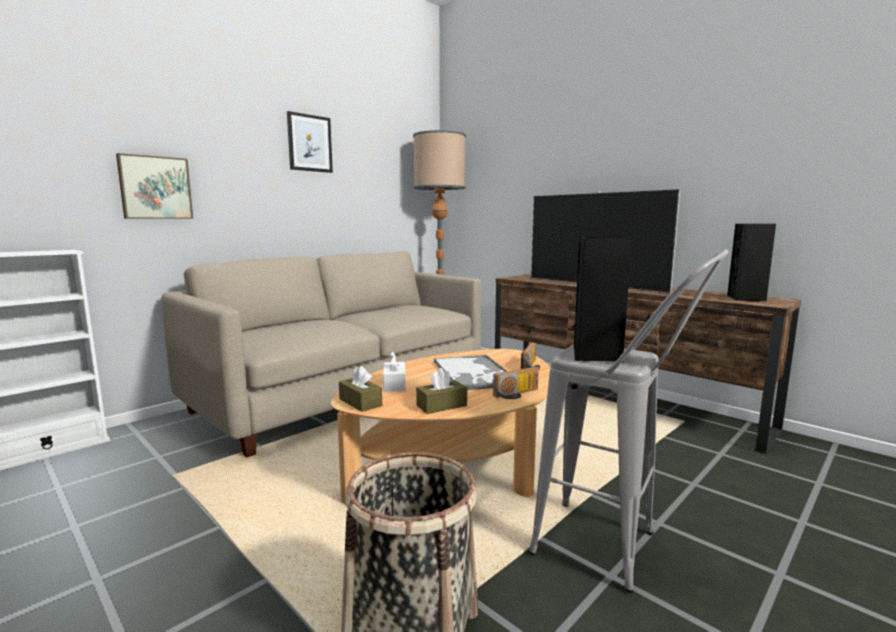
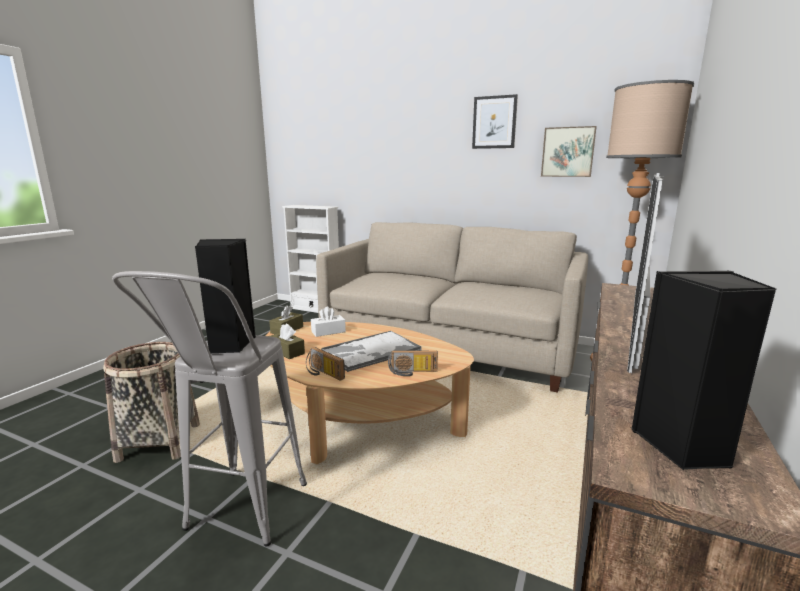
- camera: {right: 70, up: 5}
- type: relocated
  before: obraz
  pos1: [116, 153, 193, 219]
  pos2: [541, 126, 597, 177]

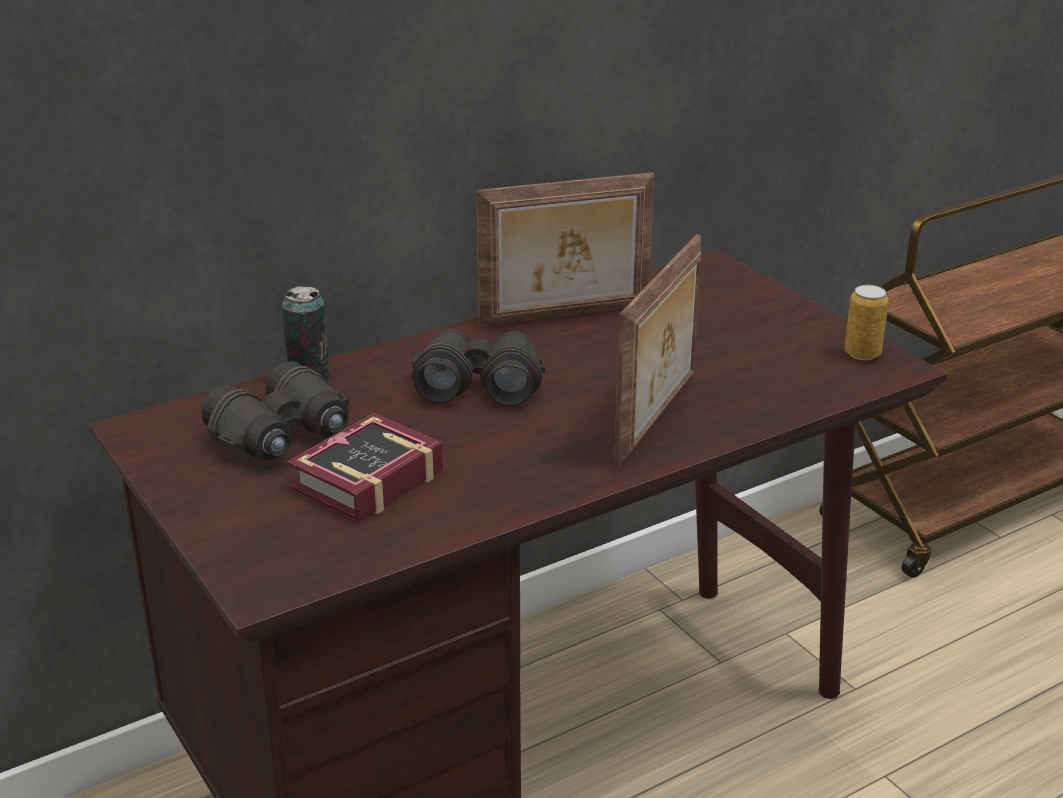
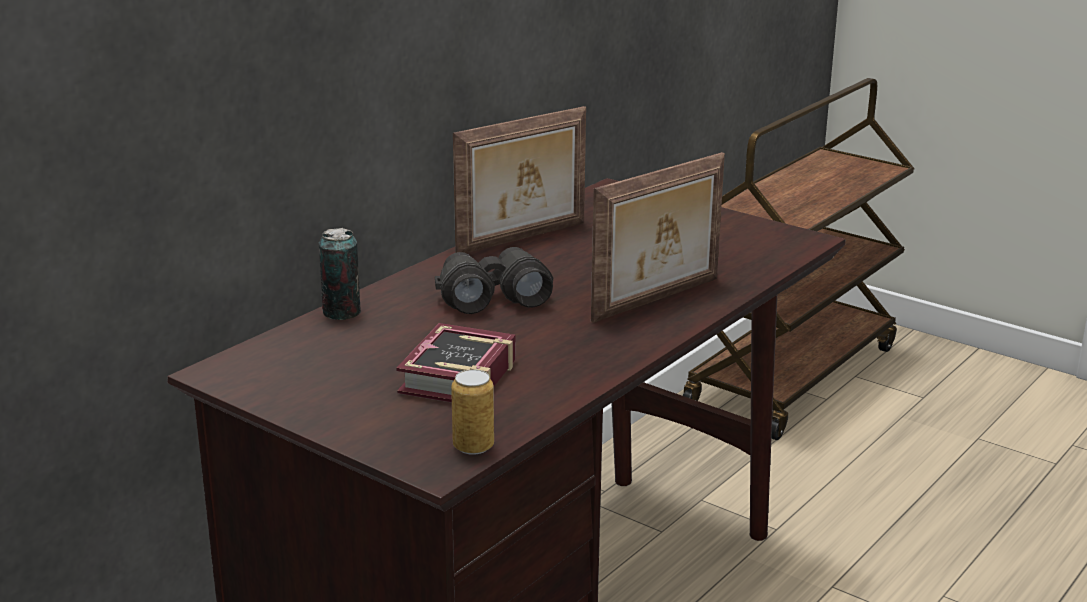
- camera: {right: -20, up: -5}
- type: missing
  before: lornetka/czarny
  pos1: [202, 361, 349, 460]
- type: relocated
  before: puszka
  pos1: [844, 285, 889, 360]
  pos2: [451, 369, 494, 455]
- type: spun
  before: ramka na zdjęcie
  pos1: [614, 234, 701, 469]
  pos2: [591, 152, 725, 323]
  turn: 45

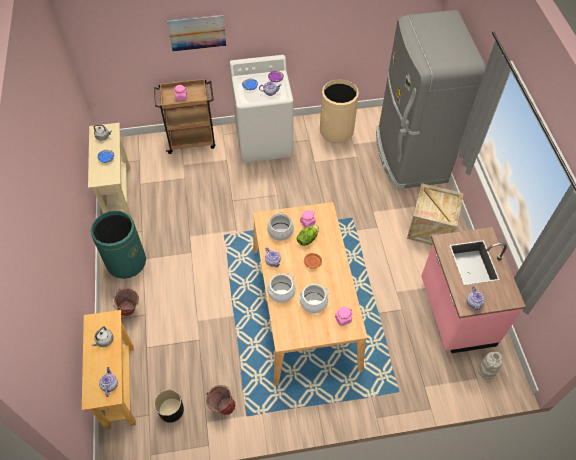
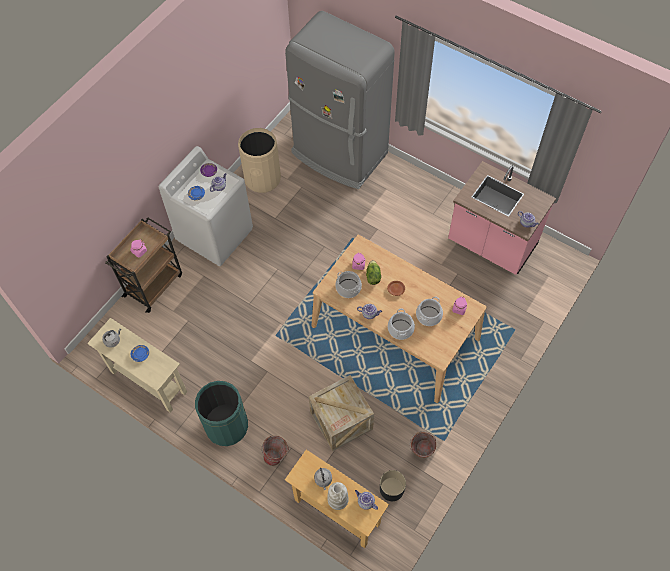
- camera: {right: -45, up: 5}
- type: missing
  before: obraz
  pos1: [167, 15, 226, 51]
- type: relocated
  before: skrzynka
  pos1: [407, 183, 464, 245]
  pos2: [309, 375, 374, 451]
- type: relocated
  before: wazon/biały
  pos1: [477, 352, 503, 379]
  pos2: [328, 482, 349, 510]

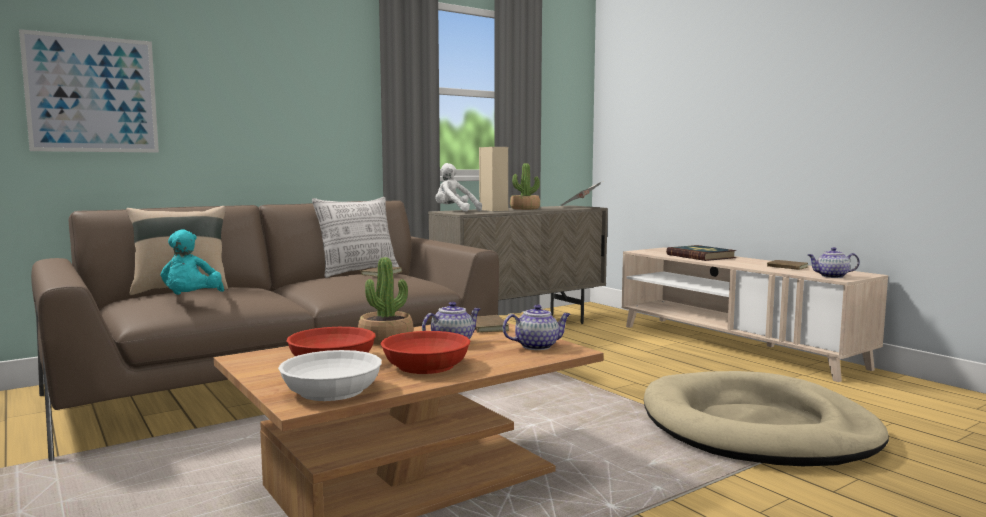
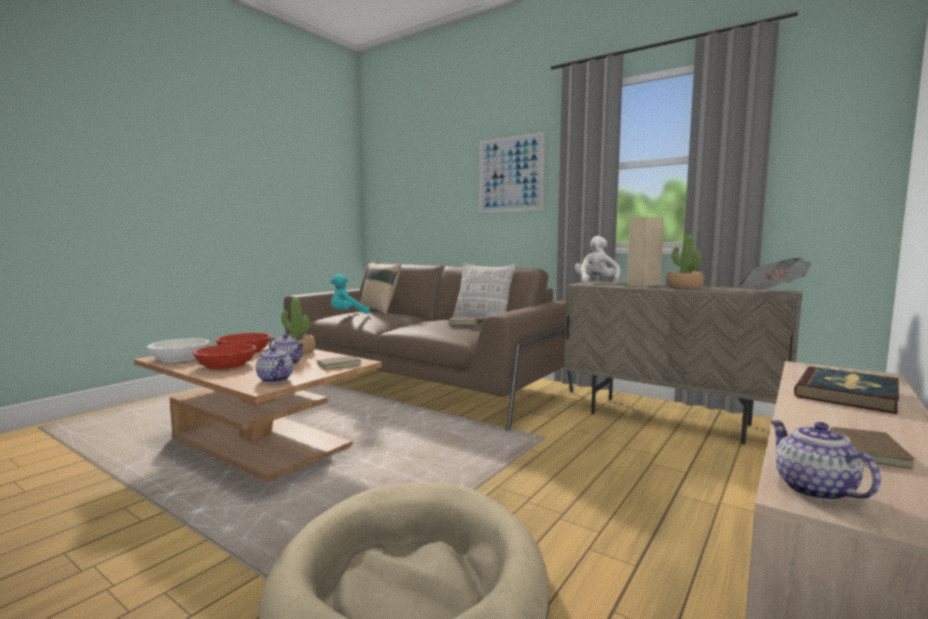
- camera: {right: 70, up: 0}
- type: relocated
  before: obraz
  pos1: [19, 29, 159, 153]
  pos2: [480, 132, 545, 213]

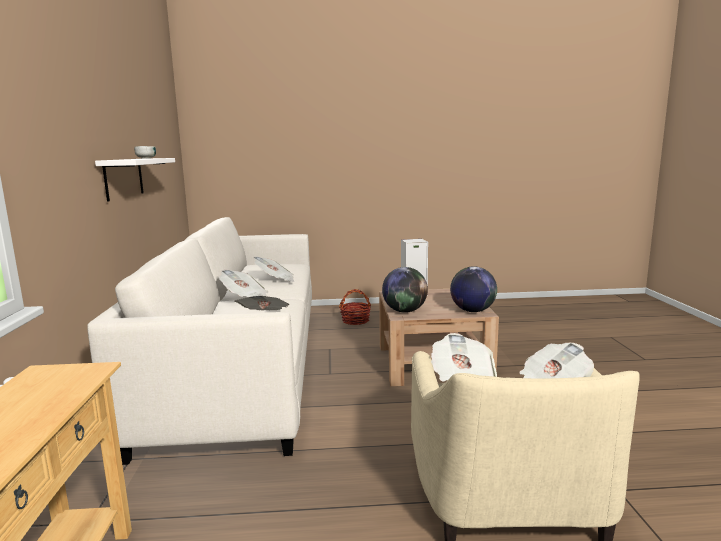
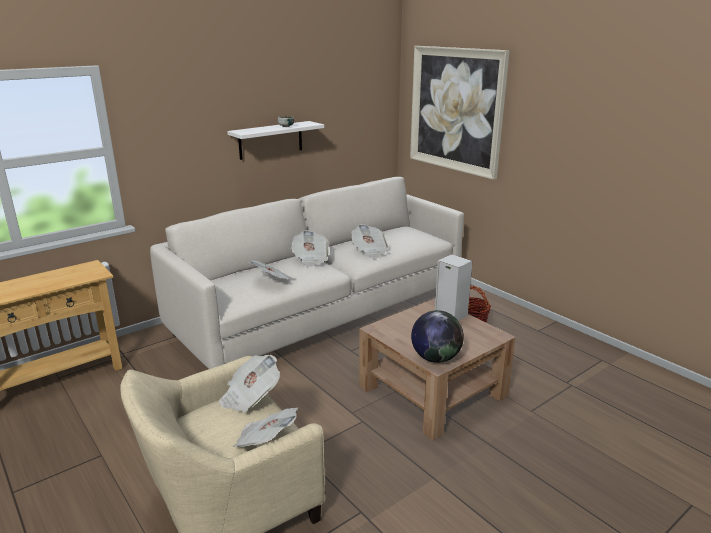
- camera: {right: 55, up: 10}
- type: missing
  before: globus
  pos1: [382, 267, 428, 313]
- type: appeared
  after: obraz
  pos2: [410, 46, 510, 180]

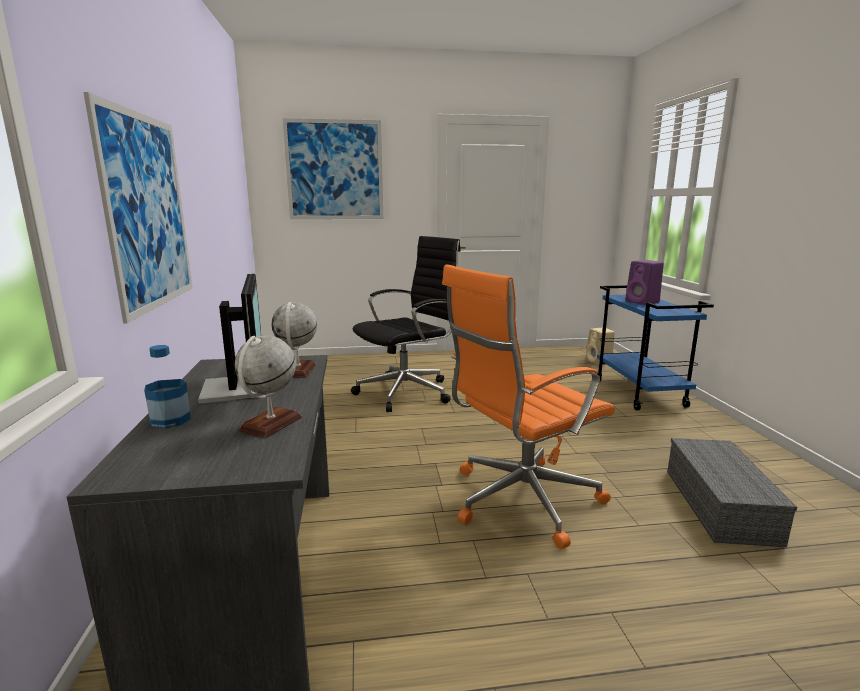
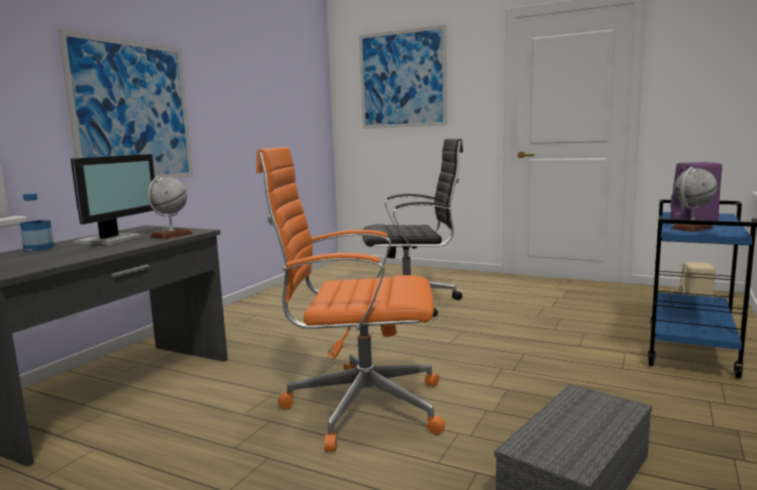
- camera: {right: 35, up: -5}
- type: relocated
  before: globus
  pos1: [235, 335, 302, 438]
  pos2: [671, 167, 717, 232]

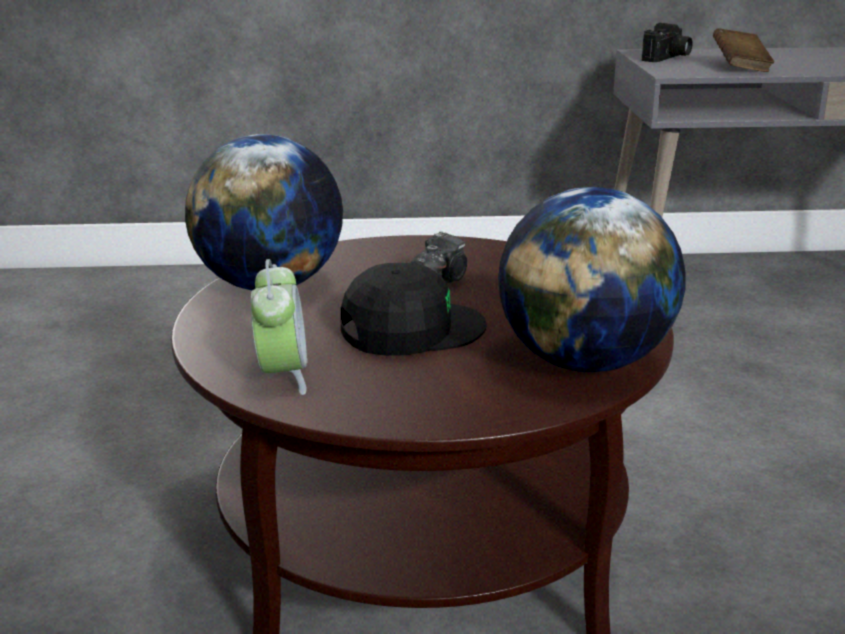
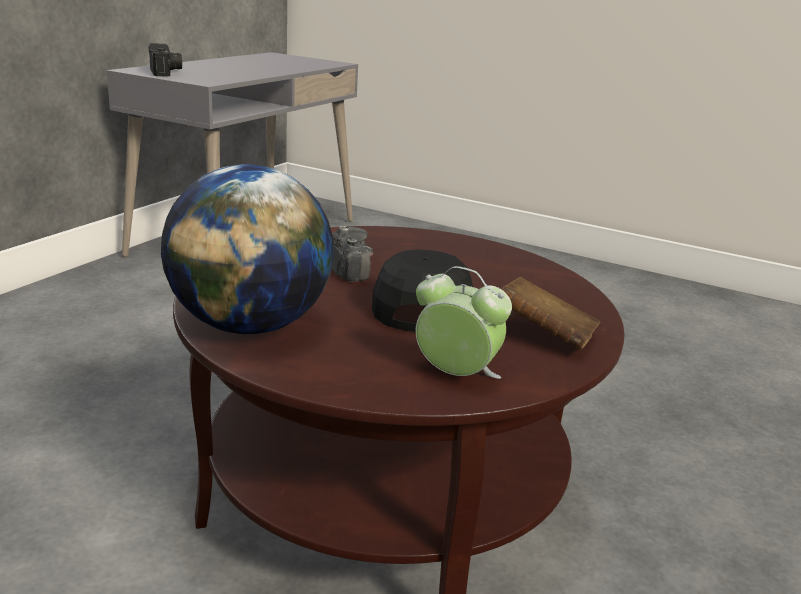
- camera: {right: -60, up: 0}
- type: missing
  before: globus
  pos1: [498, 187, 685, 372]
- type: relocated
  before: książka/brązowy
  pos1: [713, 28, 774, 72]
  pos2: [501, 277, 600, 350]

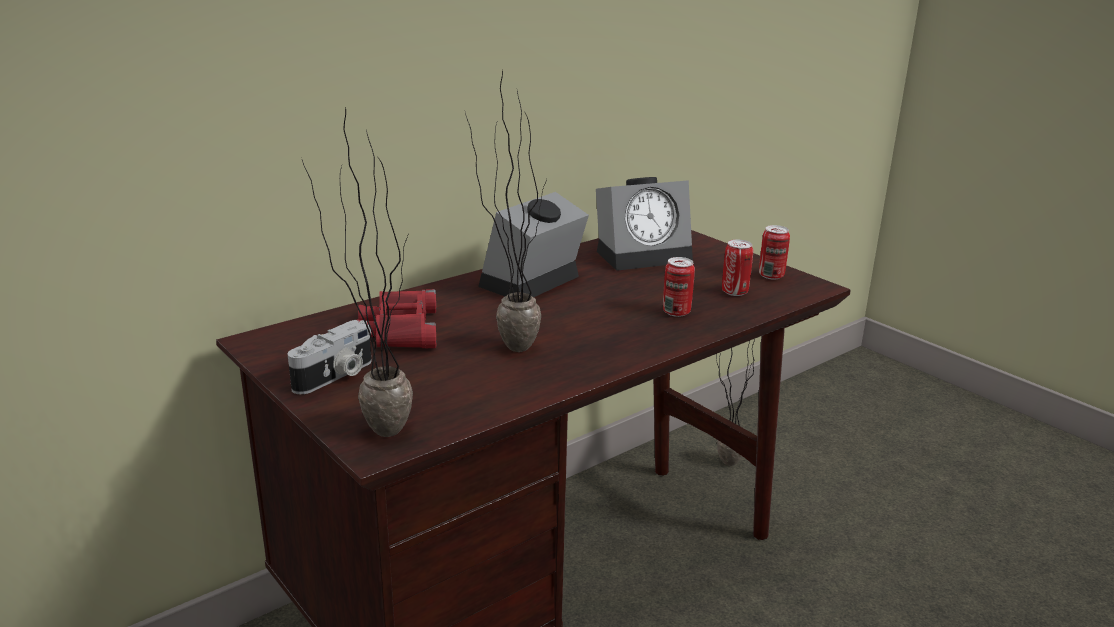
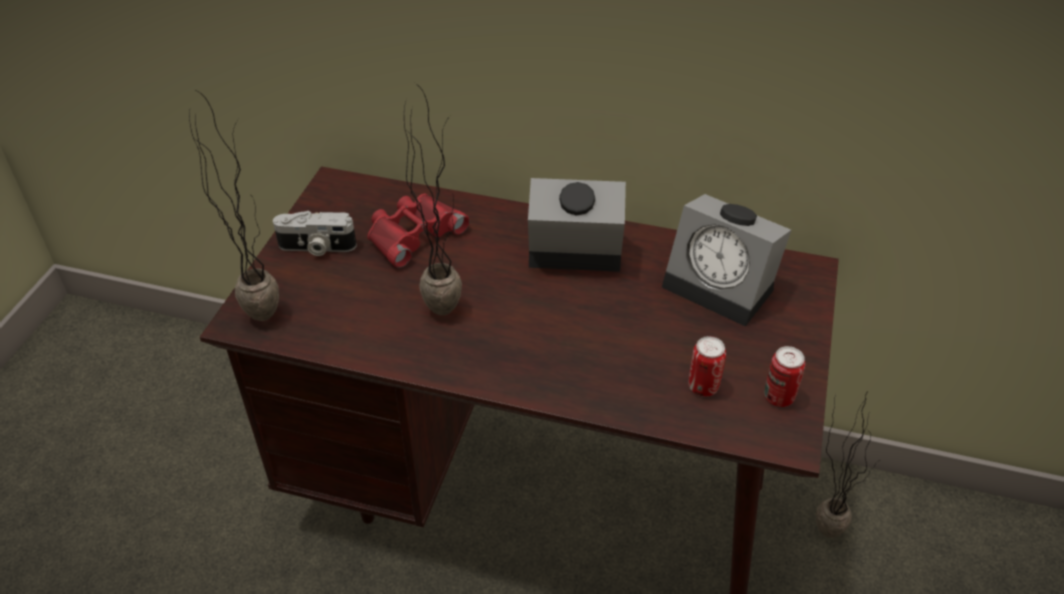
- camera: {right: 55, up: 20}
- type: missing
  before: puszka
  pos1: [663, 257, 695, 317]

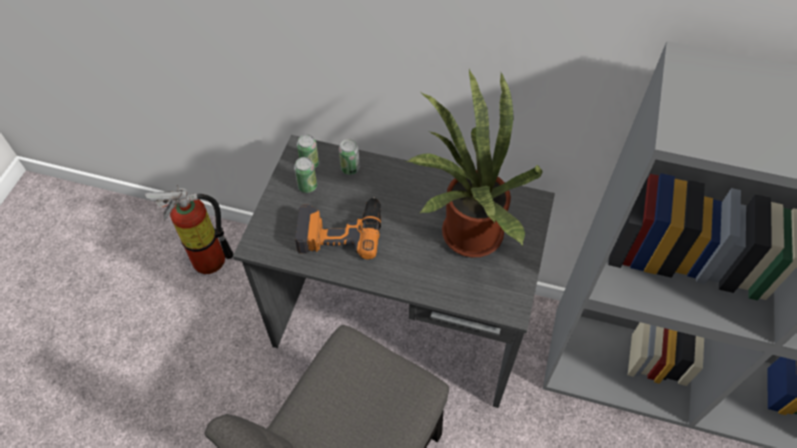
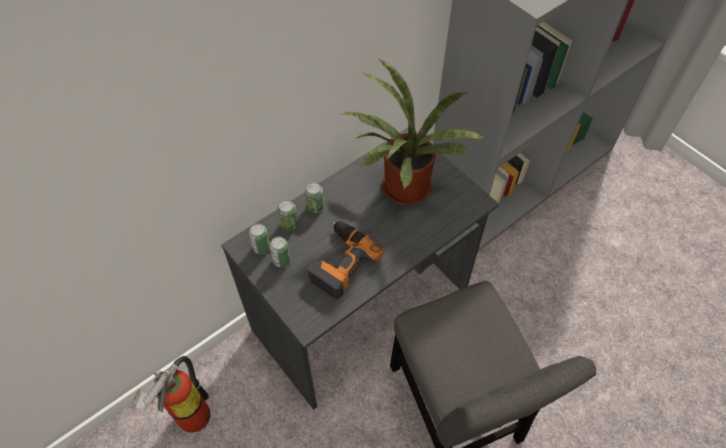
- camera: {right: -55, up: 0}
- type: appeared
  after: puszka
  pos2: [305, 182, 324, 213]

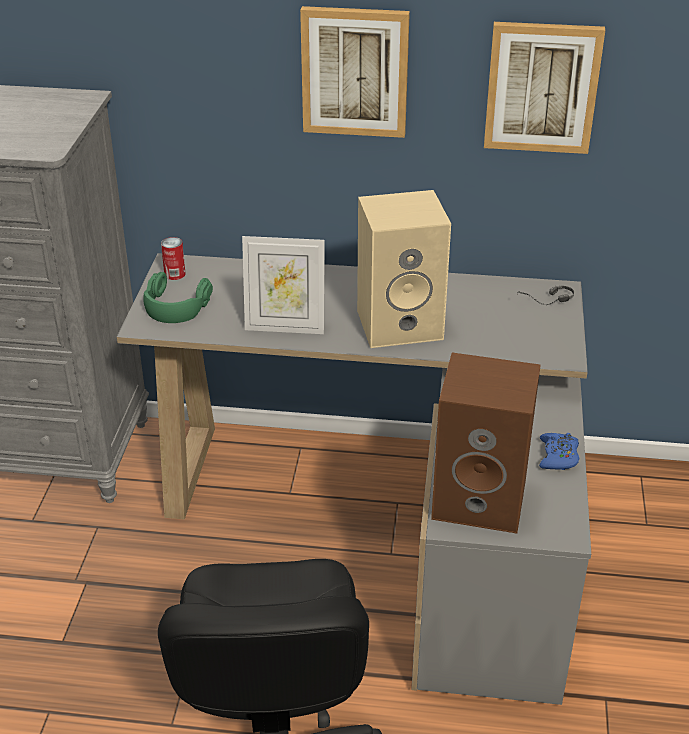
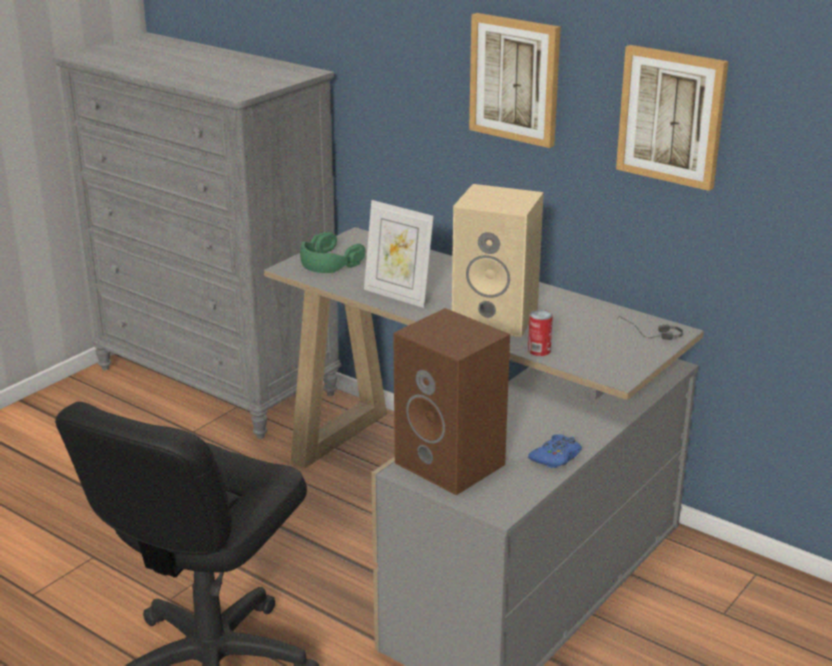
- camera: {right: 30, up: -10}
- type: relocated
  before: puszka
  pos1: [161, 237, 186, 280]
  pos2: [528, 310, 553, 356]

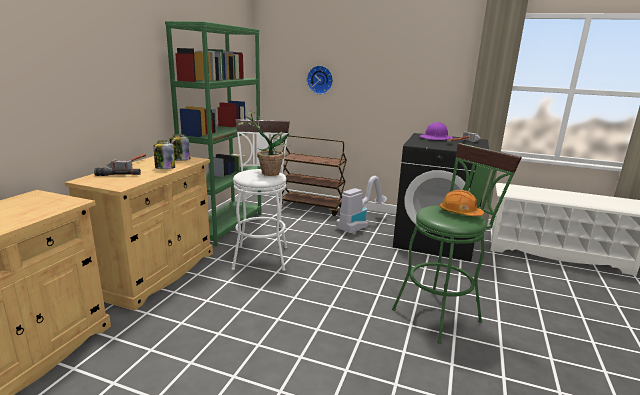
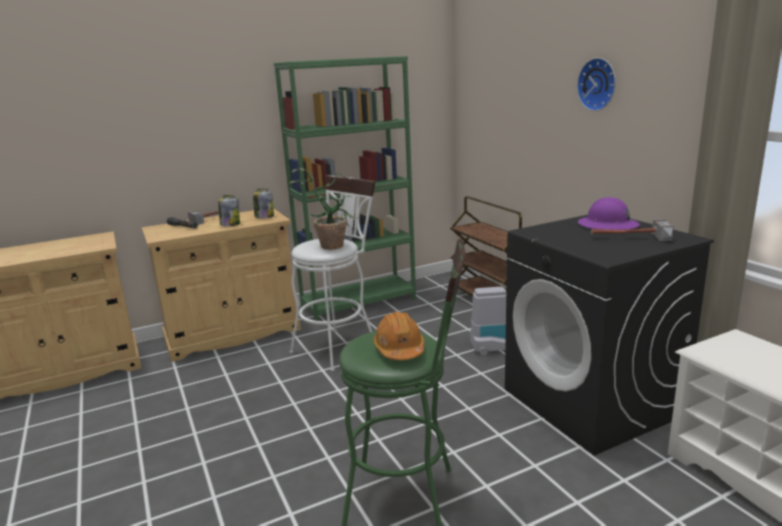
- camera: {right: 45, up: 0}
- type: relocated
  before: zegar ścienny
  pos1: [307, 65, 333, 94]
  pos2: [577, 58, 616, 111]

